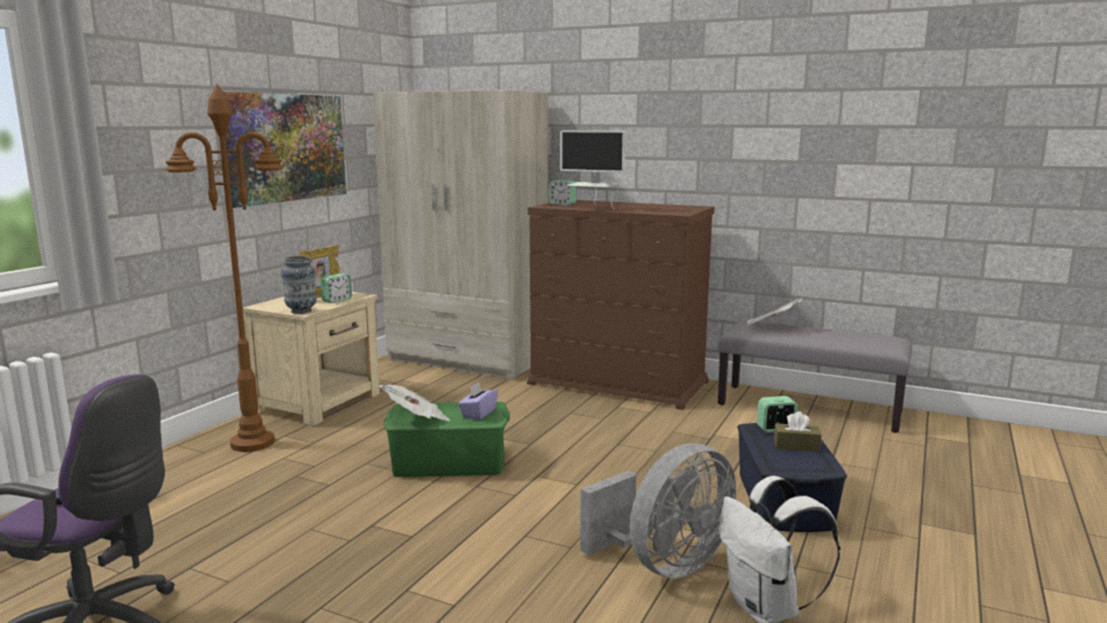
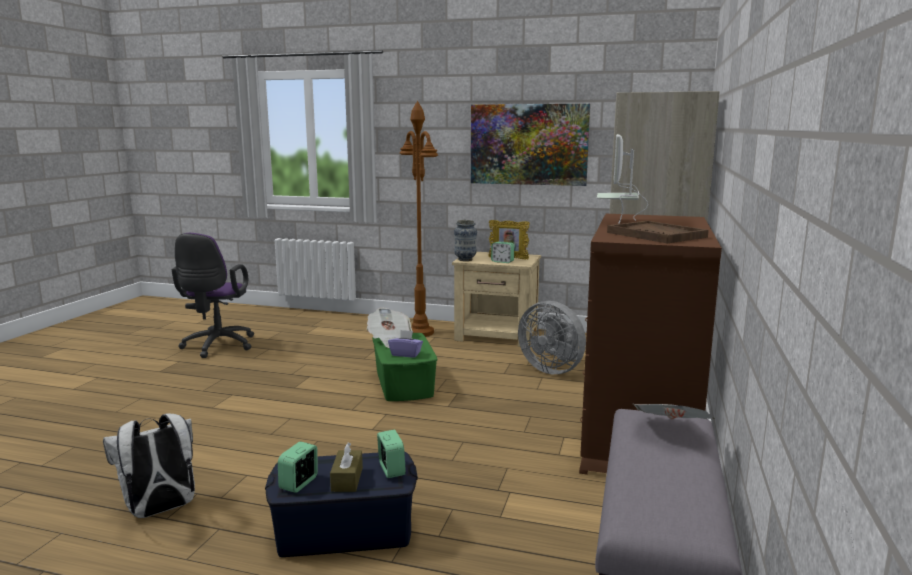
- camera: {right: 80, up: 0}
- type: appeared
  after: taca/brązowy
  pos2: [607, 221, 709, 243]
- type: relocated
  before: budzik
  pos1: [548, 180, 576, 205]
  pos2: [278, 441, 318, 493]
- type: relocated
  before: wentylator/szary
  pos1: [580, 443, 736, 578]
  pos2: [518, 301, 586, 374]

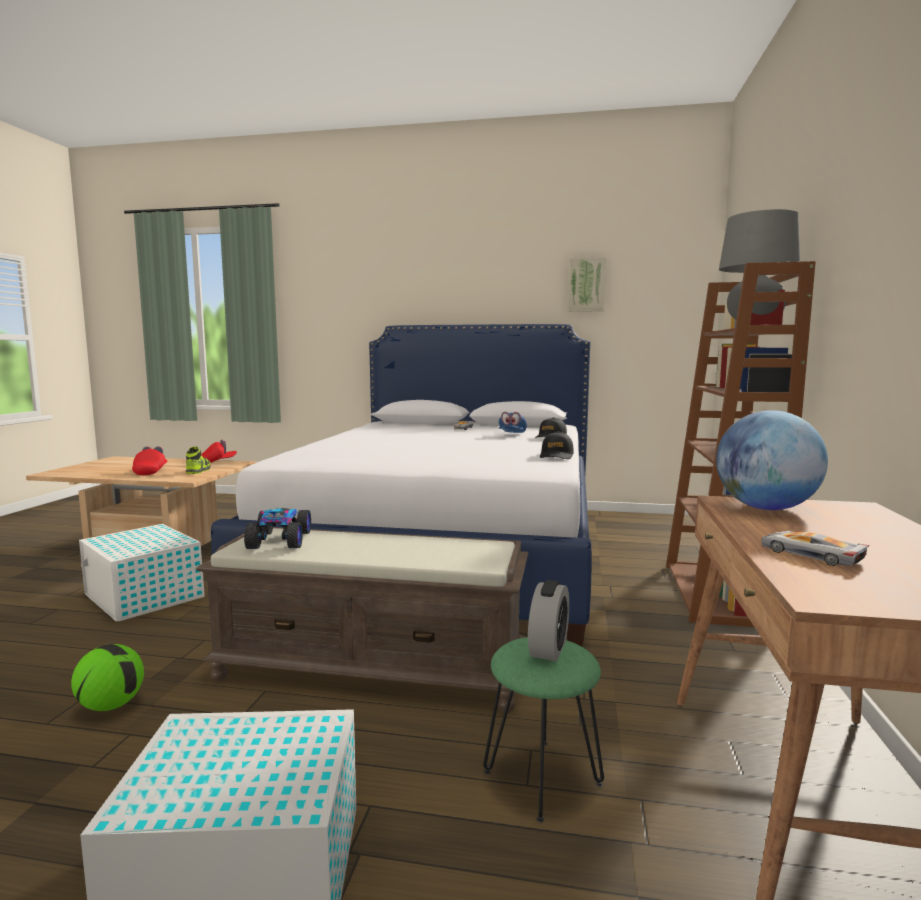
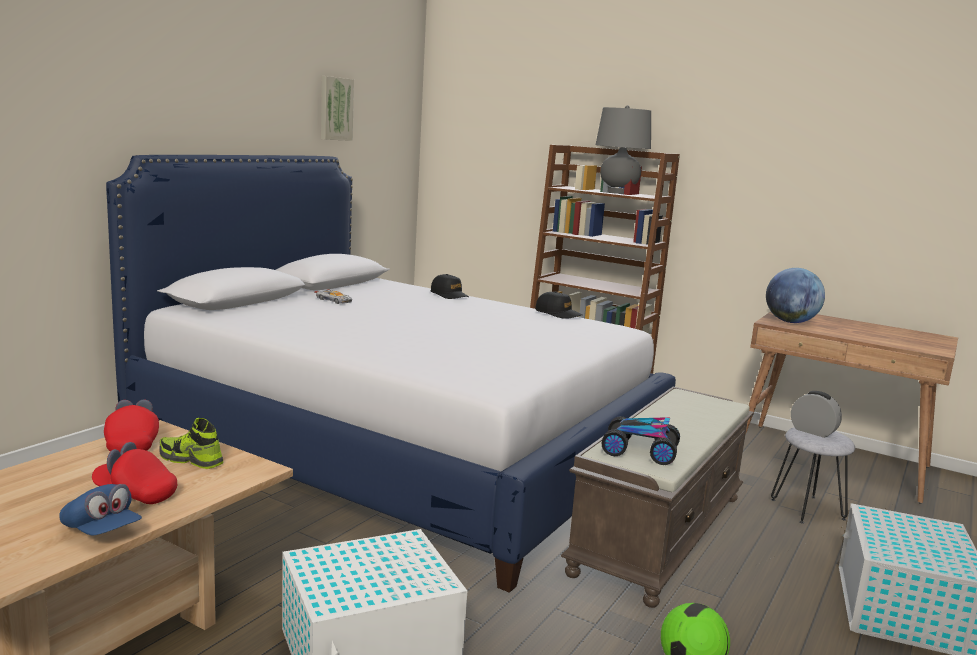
- camera: {right: -70, up: 5}
- type: missing
  before: samochodzik
  pos1: [761, 531, 870, 566]
- type: relocated
  before: czapka z daszkiem/niebieski
  pos1: [499, 412, 527, 433]
  pos2: [59, 484, 142, 535]
- type: colour
  before: stołek/zielony
  after: stołek/szary
  pos1: [483, 637, 604, 823]
  pos2: [771, 427, 855, 524]

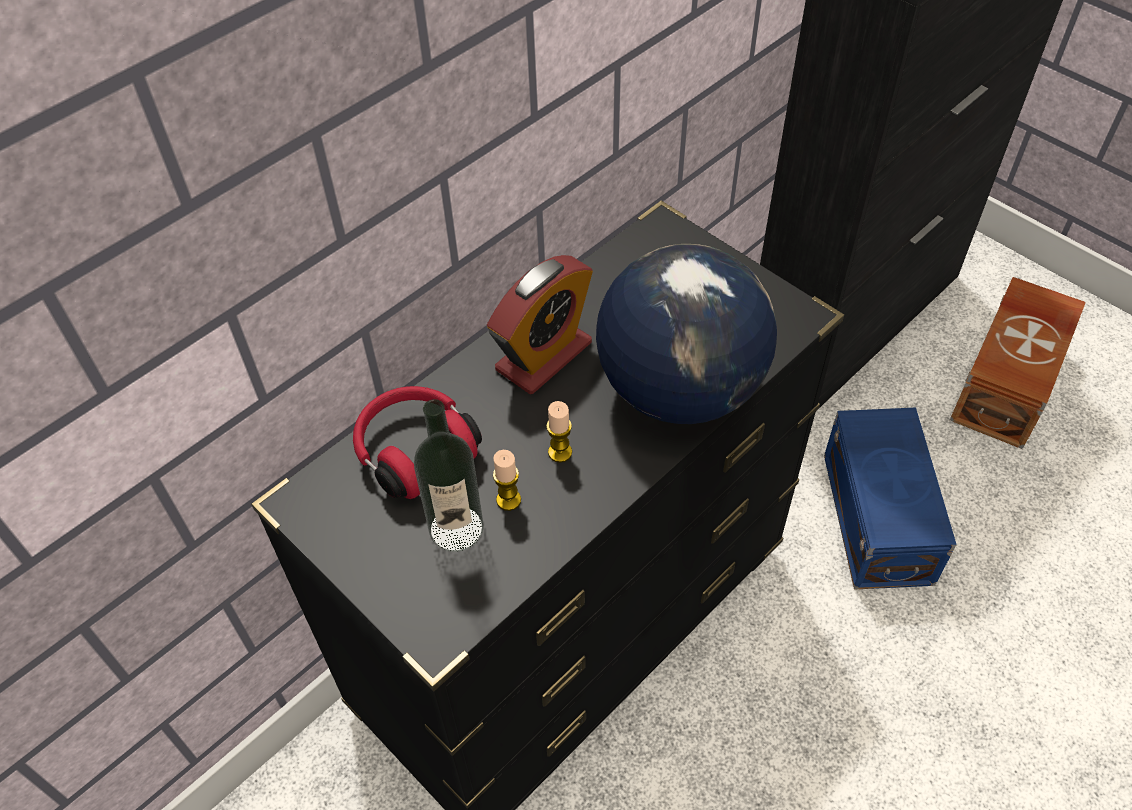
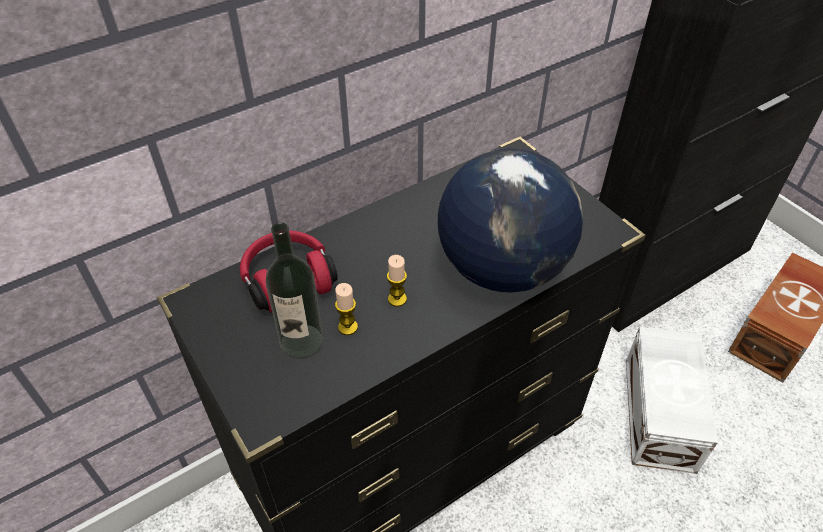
- camera: {right: 10, up: -5}
- type: missing
  before: budzik
  pos1: [487, 255, 593, 394]
- type: colour
  before: pojemnik do przechowywania/niebieski
  after: pojemnik do przechowywania/biały
  pos1: [824, 407, 957, 589]
  pos2: [626, 327, 718, 474]

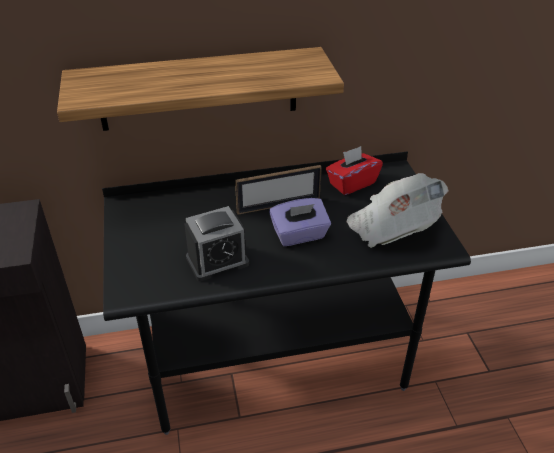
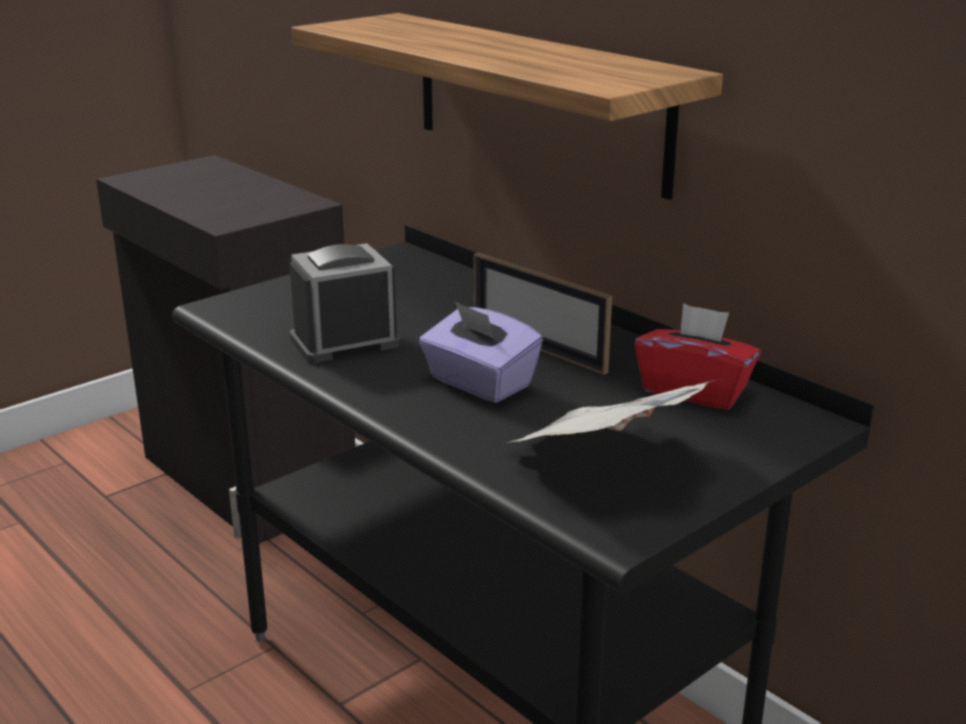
- camera: {right: 60, up: -15}
- type: spun
  before: budzik
  pos1: [184, 206, 249, 281]
  pos2: [289, 243, 401, 363]
  turn: 120

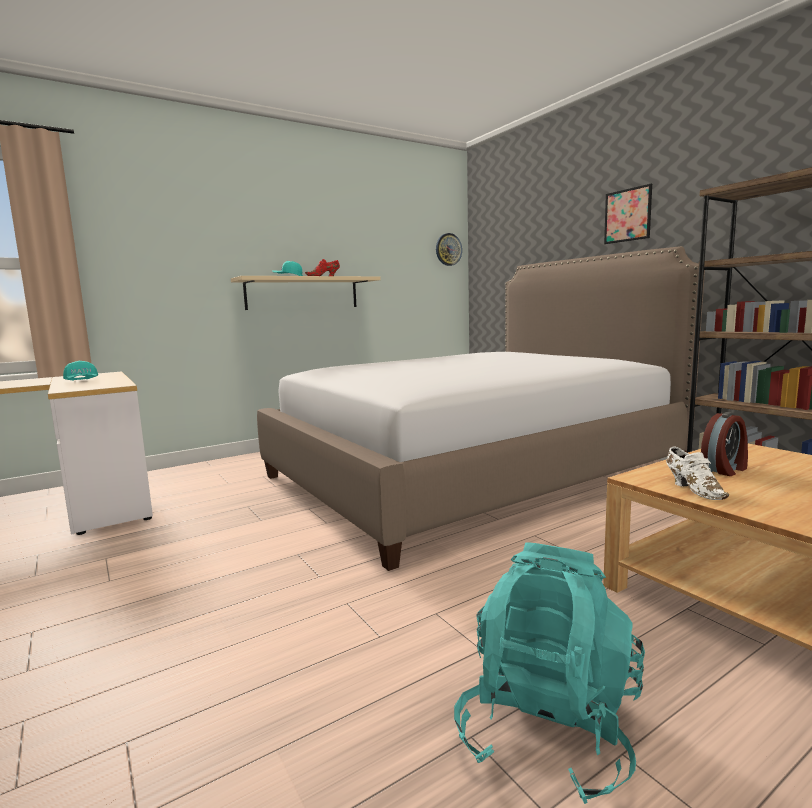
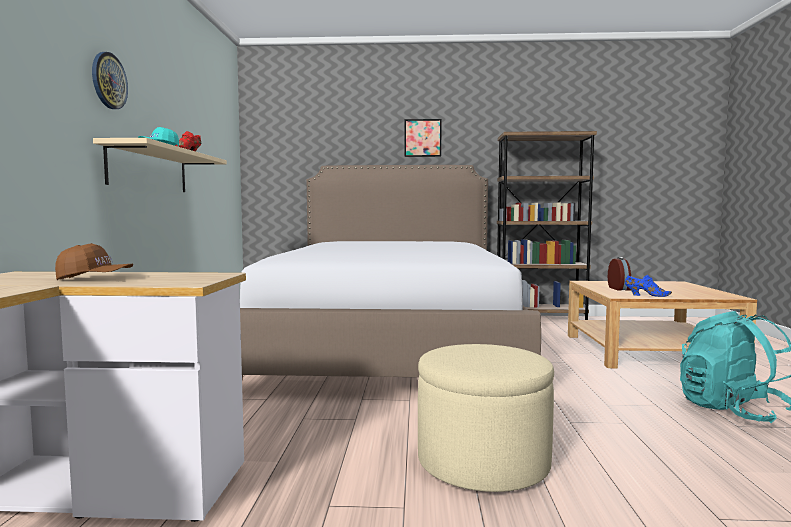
- camera: {right: -55, up: -5}
- type: appeared
  after: pufa/beżowy
  pos2: [418, 344, 554, 492]
- type: relocated
  before: zegar ścienny
  pos1: [436, 233, 462, 266]
  pos2: [92, 52, 128, 109]
- type: colour
  before: czapka z daszkiem/turkusowy
  after: czapka z daszkiem/brązowy
  pos1: [63, 361, 98, 381]
  pos2: [55, 243, 133, 280]
- type: colour
  before: but/biały
  after: but/niebieski
  pos1: [666, 446, 729, 500]
  pos2: [625, 275, 672, 297]

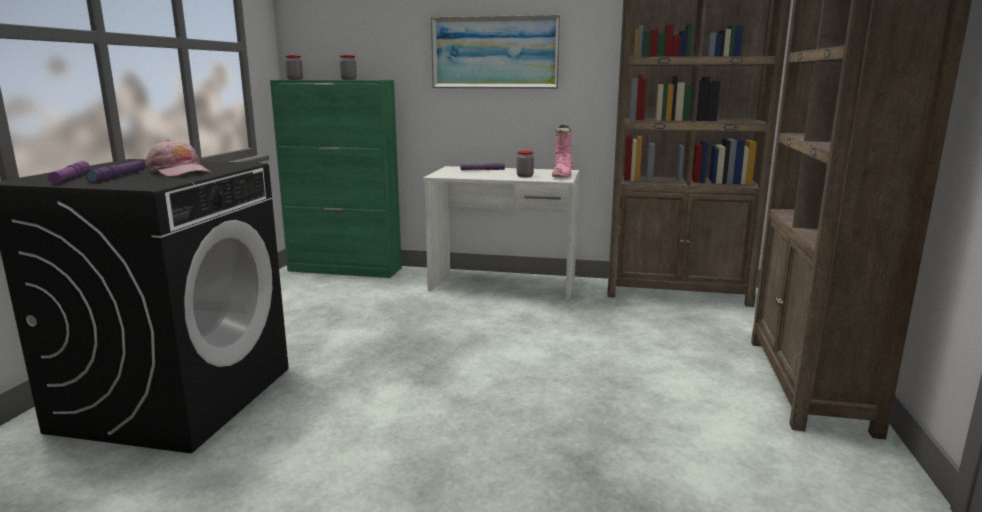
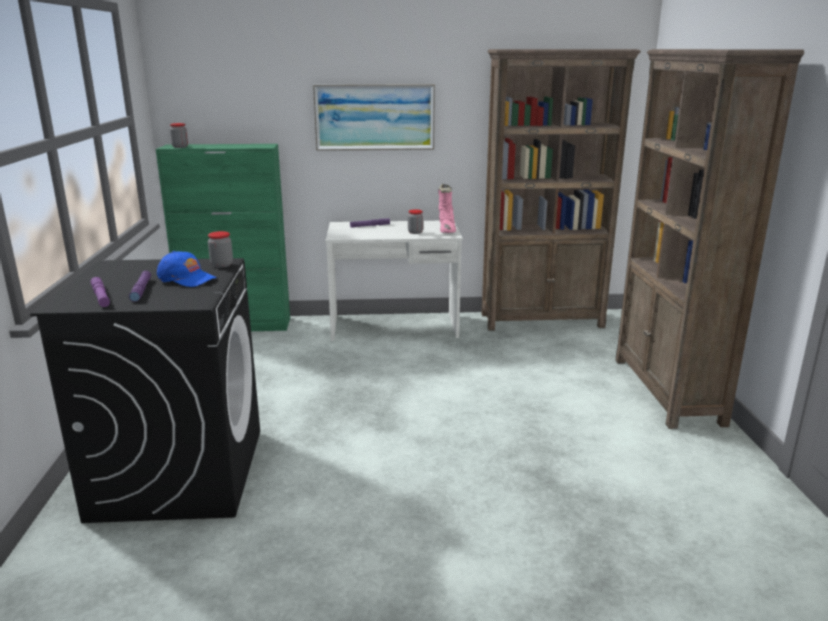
- camera: {right: -15, up: 5}
- type: relocated
  before: słoik
  pos1: [340, 55, 357, 80]
  pos2: [208, 231, 233, 268]
- type: colour
  before: czapka z daszkiem/różowy
  after: czapka z daszkiem/niebieski
  pos1: [146, 139, 211, 177]
  pos2: [157, 251, 217, 287]

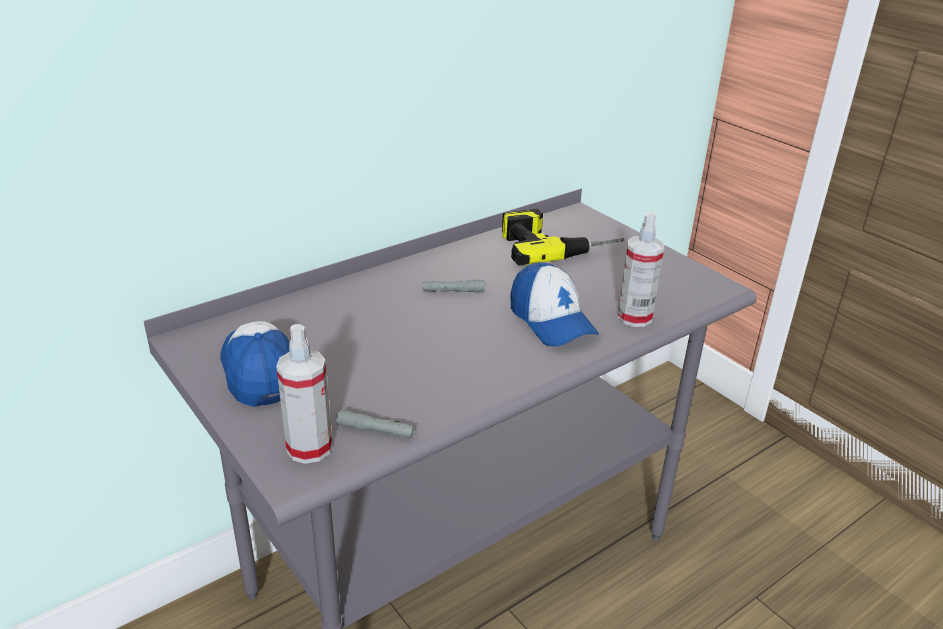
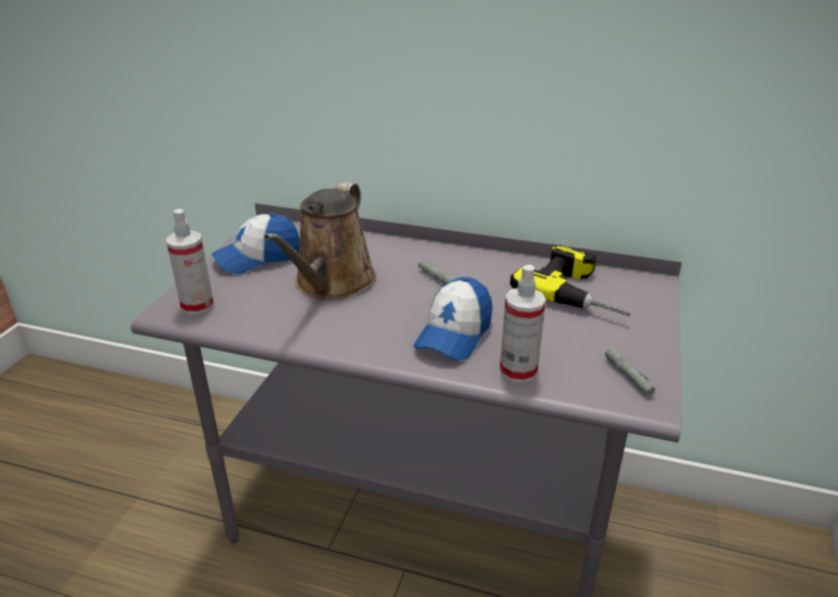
- camera: {right: 55, up: 0}
- type: appeared
  after: konewka/brązowy
  pos2: [264, 182, 376, 300]
- type: relocated
  before: latarka/szary
  pos1: [336, 410, 415, 438]
  pos2: [605, 347, 655, 396]
- type: spun
  before: czapka z daszkiem
  pos1: [220, 321, 290, 407]
  pos2: [211, 213, 300, 274]
  turn: -150

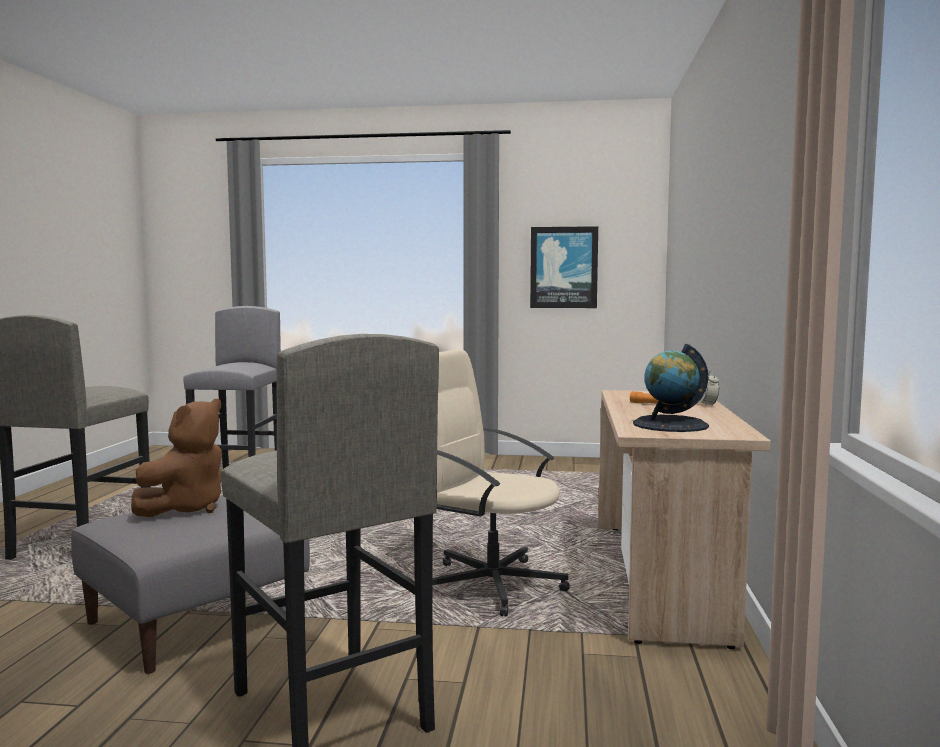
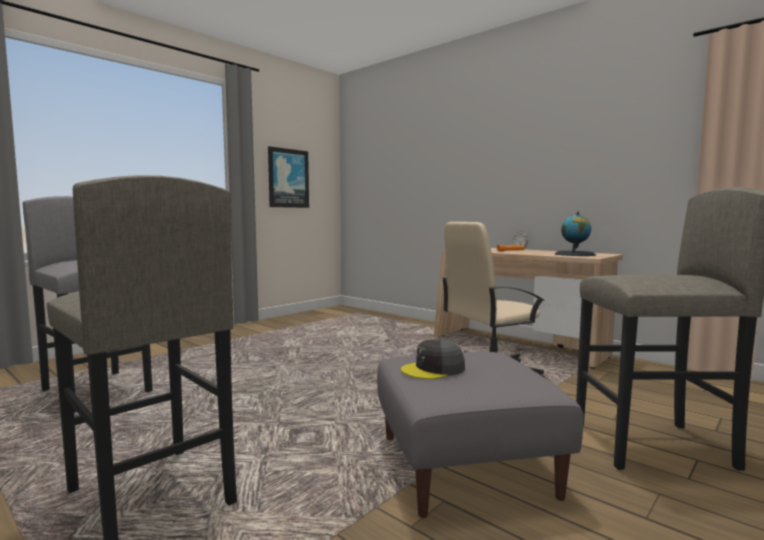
- camera: {right: -55, up: 0}
- type: exchanged
  before: pluszak/brązowy
  after: czapka z daszkiem/szary
  pos1: [131, 399, 222, 517]
  pos2: [401, 339, 465, 379]

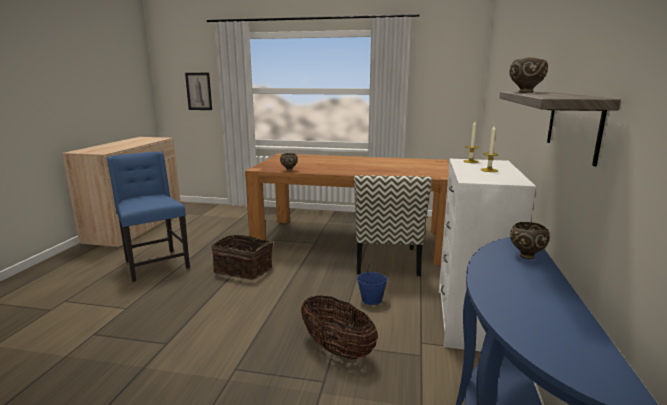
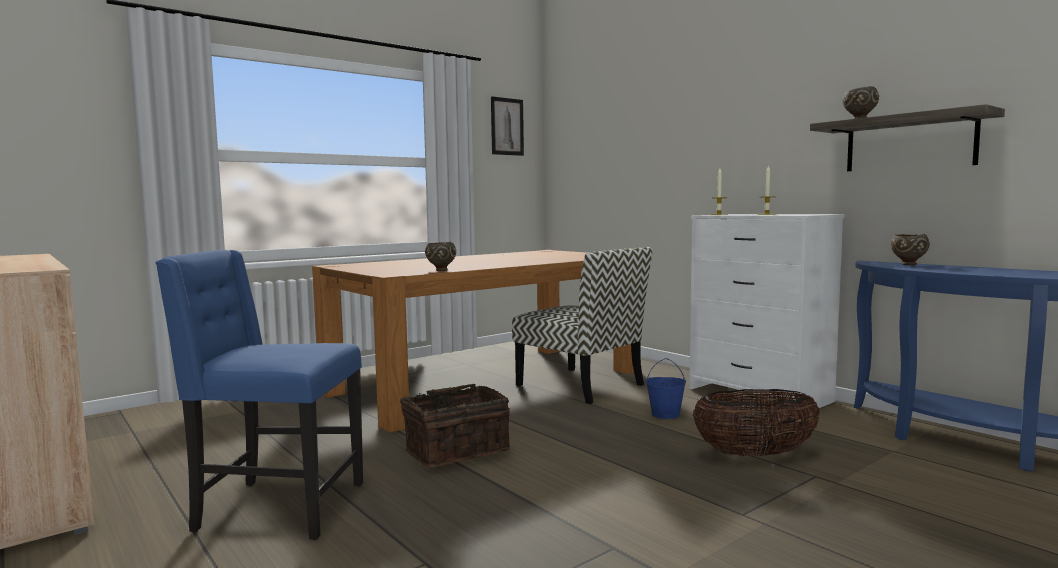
- camera: {right: -50, up: -10}
- type: relocated
  before: obraz
  pos1: [185, 73, 212, 110]
  pos2: [491, 96, 524, 156]

